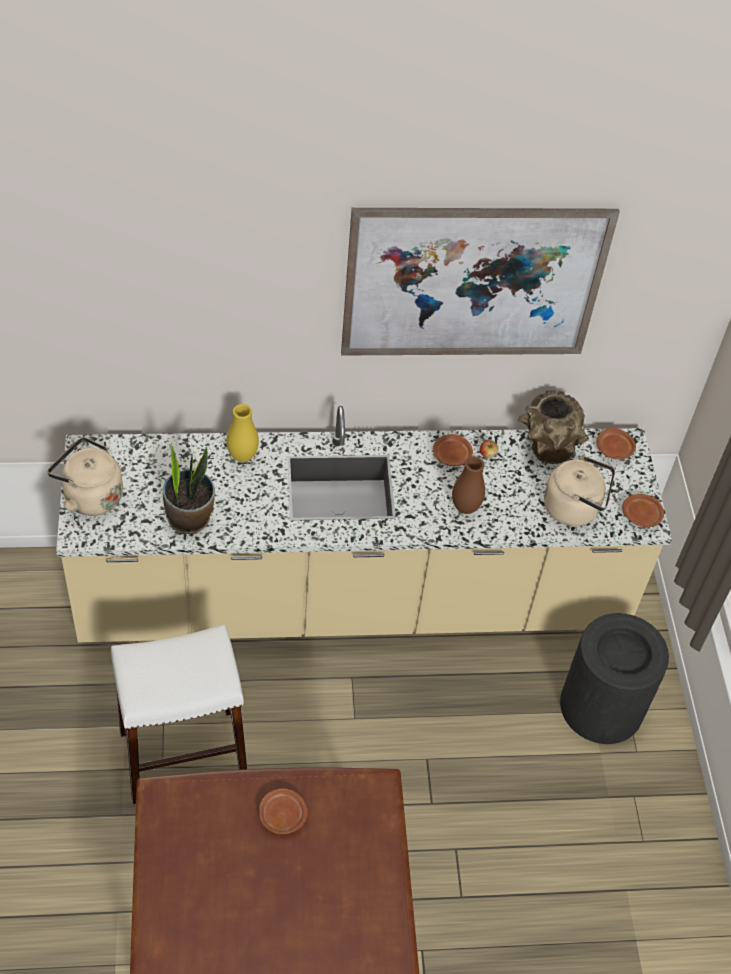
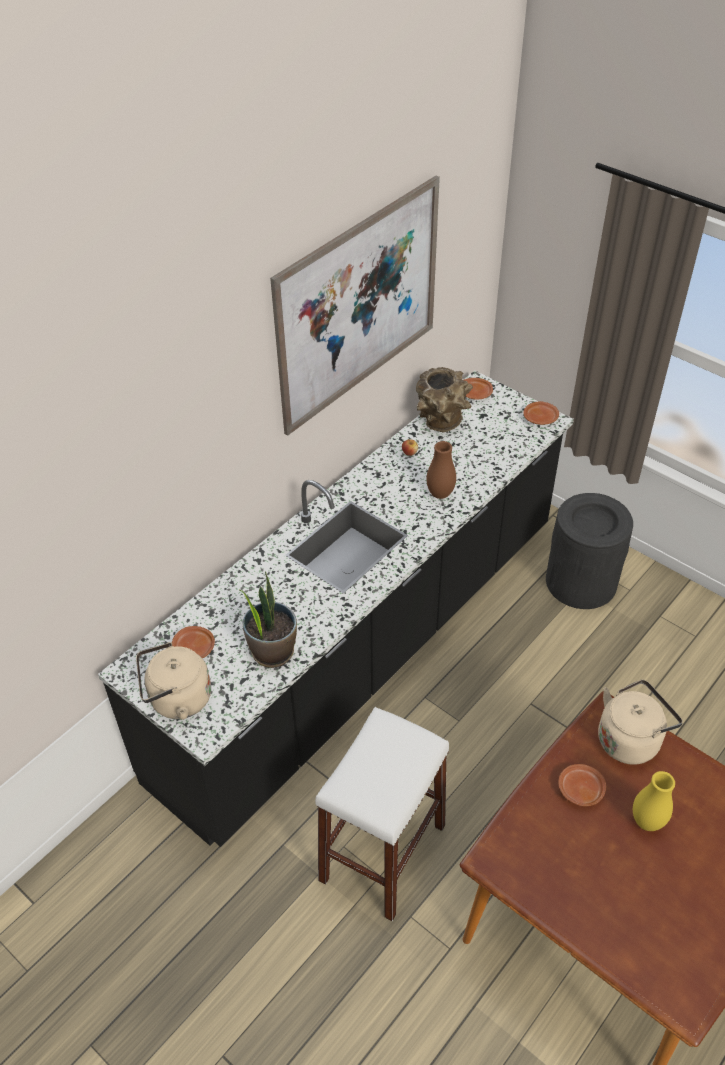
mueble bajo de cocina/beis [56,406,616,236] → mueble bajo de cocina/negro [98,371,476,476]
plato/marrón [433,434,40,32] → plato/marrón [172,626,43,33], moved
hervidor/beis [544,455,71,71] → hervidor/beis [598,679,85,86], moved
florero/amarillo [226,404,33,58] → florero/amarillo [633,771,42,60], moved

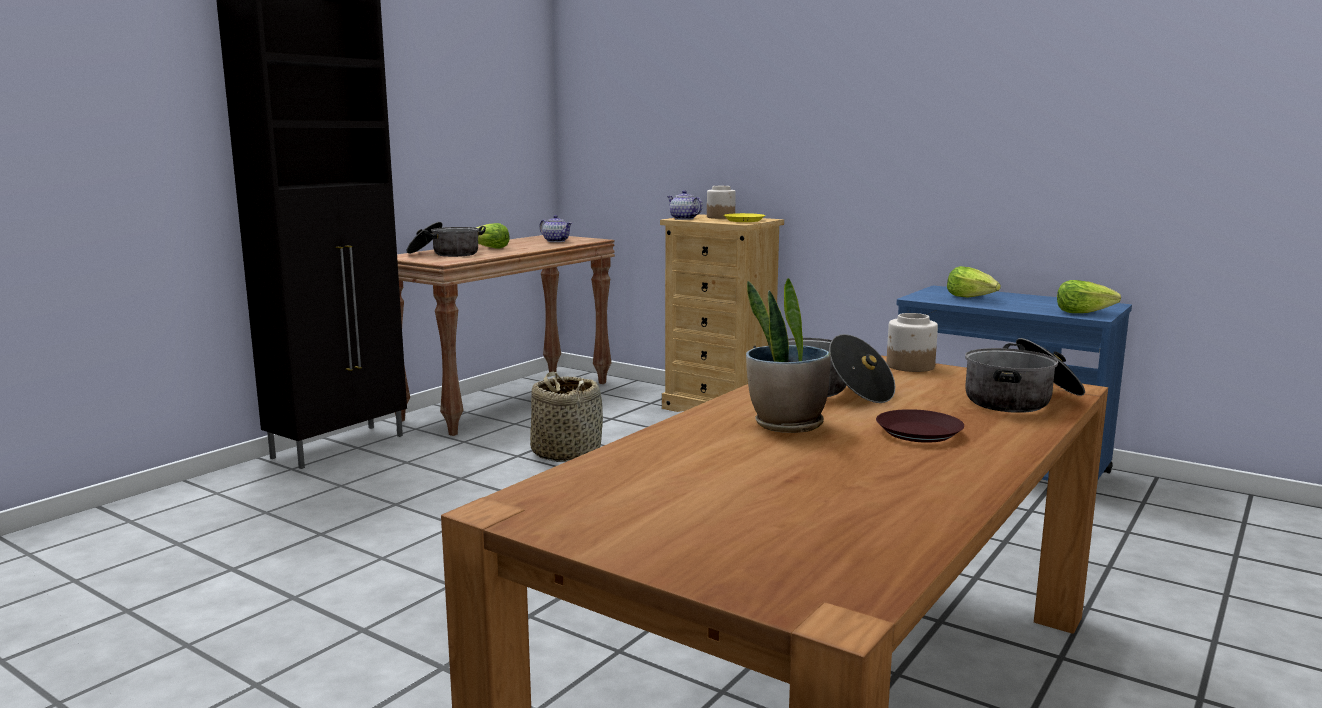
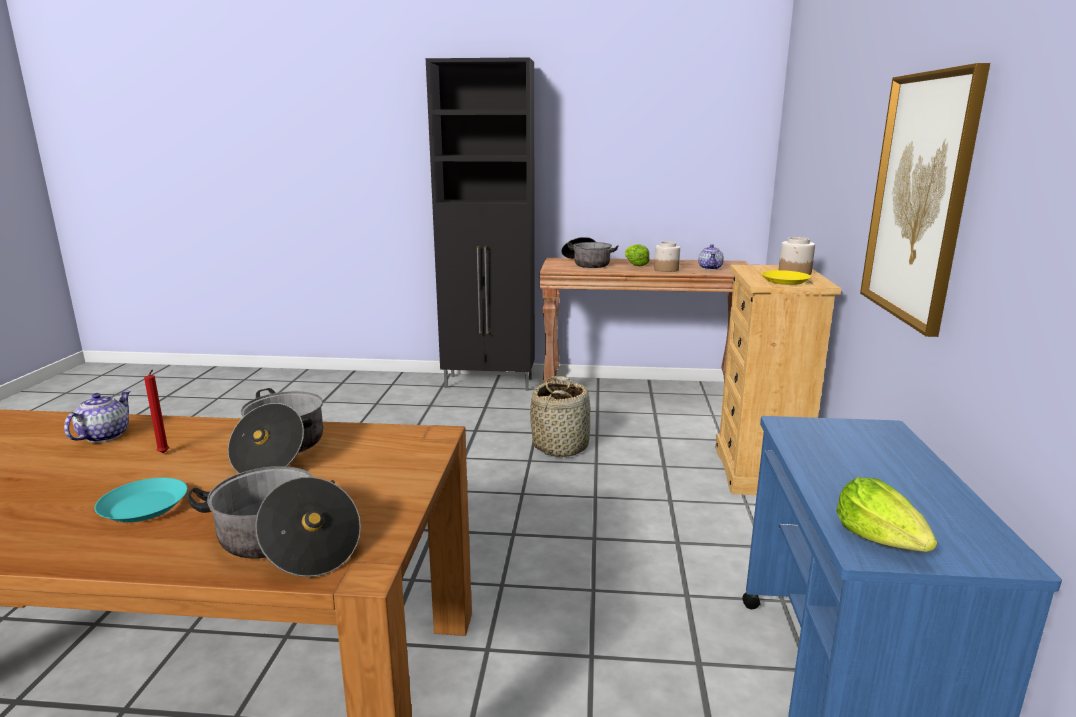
tetera [667,190,36,30] → tetera [64,391,67,52], moved
plato/marrón [876,409,88,34] → plato/turquesa [95,478,92,45]
planta en maceta [746,278,85,155] → vela/rojo [144,369,25,84]
tarro [886,313,52,59] → tarro [654,241,26,31], moved
- → cuadro [860,63,130,274]
lechuga [947,266,54,32] → -

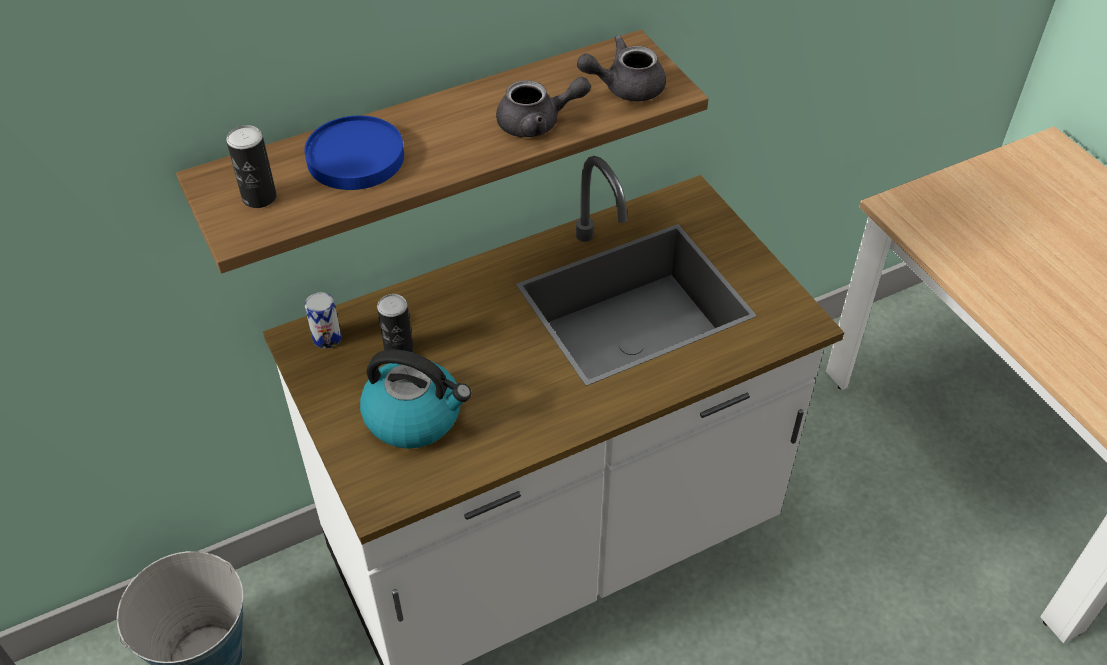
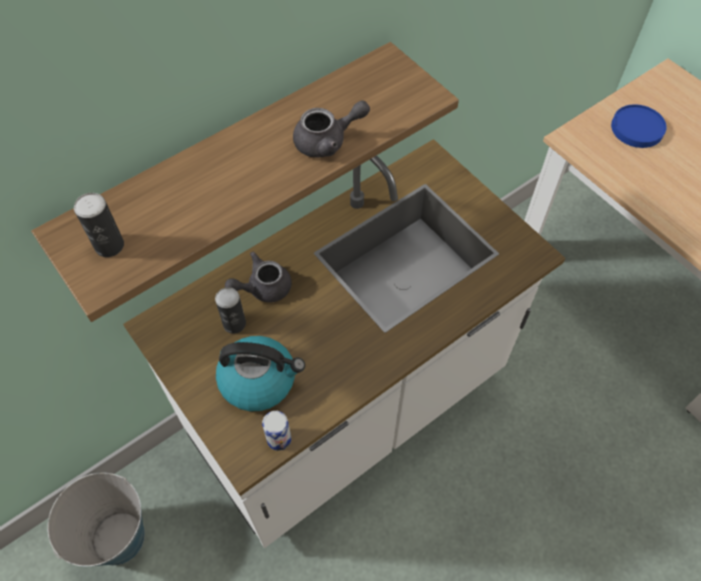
tetera/gris [577,35,89,67] → tetera/gris [225,252,67,50], moved
lata [305,292,36,57] → lata [262,411,29,40], moved
plato/azul [304,115,100,75] → plato/azul [611,104,56,44], moved

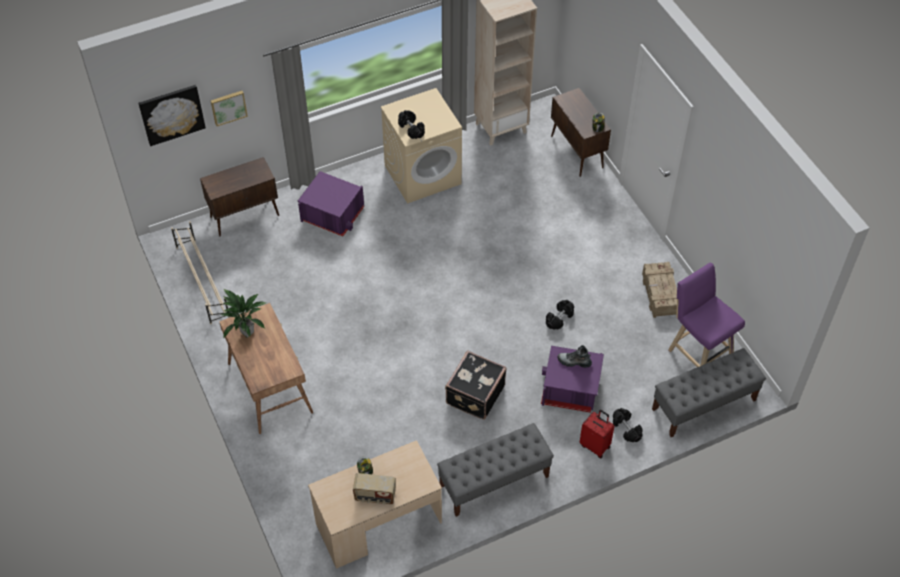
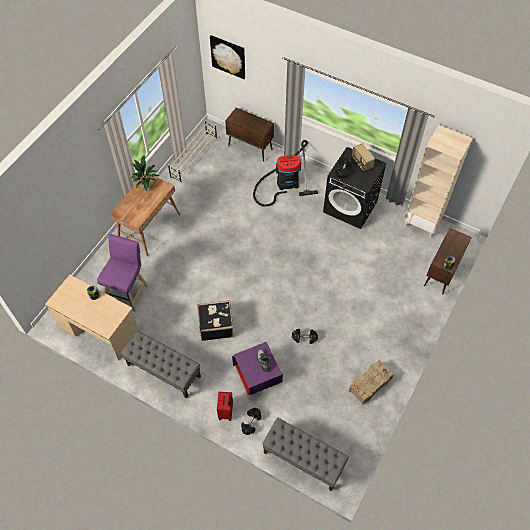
taburete/morado [668,263,77,104] → taburete/morado [97,234,51,78], moved
caja de almacenaje/morado [298,171,66,66] → aspiradora [253,140,65,67]
lavadora/beis [381,88,81,116] → lavadora/negro [323,147,64,82]
radio [353,473,43,32] → radio [352,143,23,28], moved
cuadro [211,91,37,35] → -

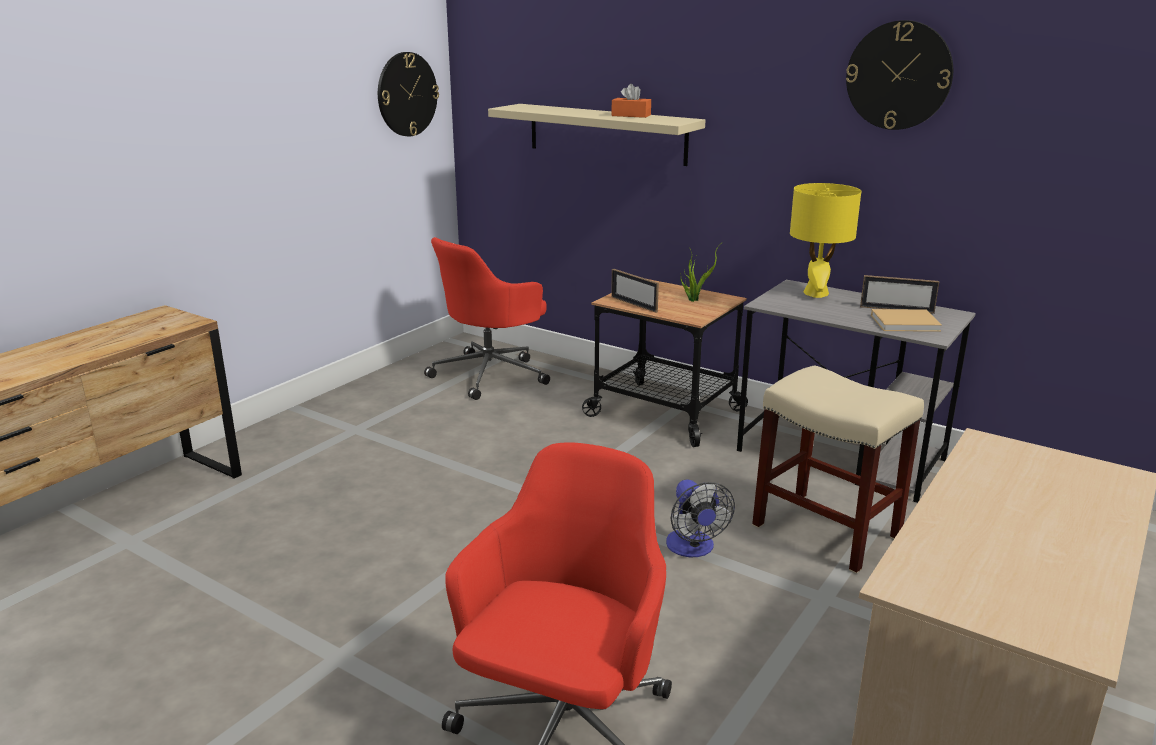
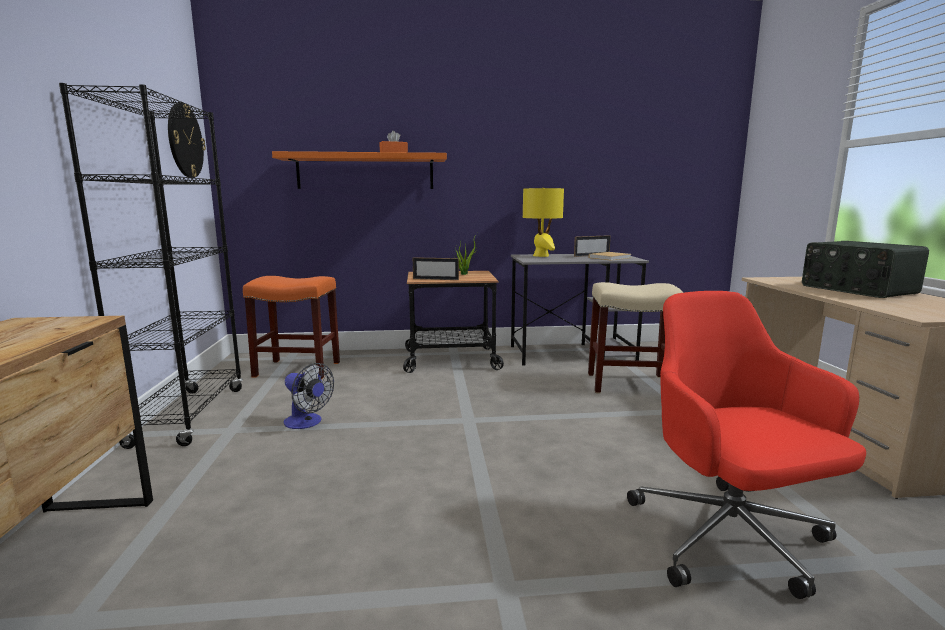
- → estantería/negro [59,83,184,366]
silla de oficina/rojo [424,237,126,163] → taburete/naranja [243,276,97,103]
estante/beis [488,104,217,62] → estante/naranja [272,151,175,38]
ventilador [666,480,69,77] → ventilador [284,363,50,66], moved
- → radio [802,241,127,57]
reloj de pared [846,20,107,110] → -

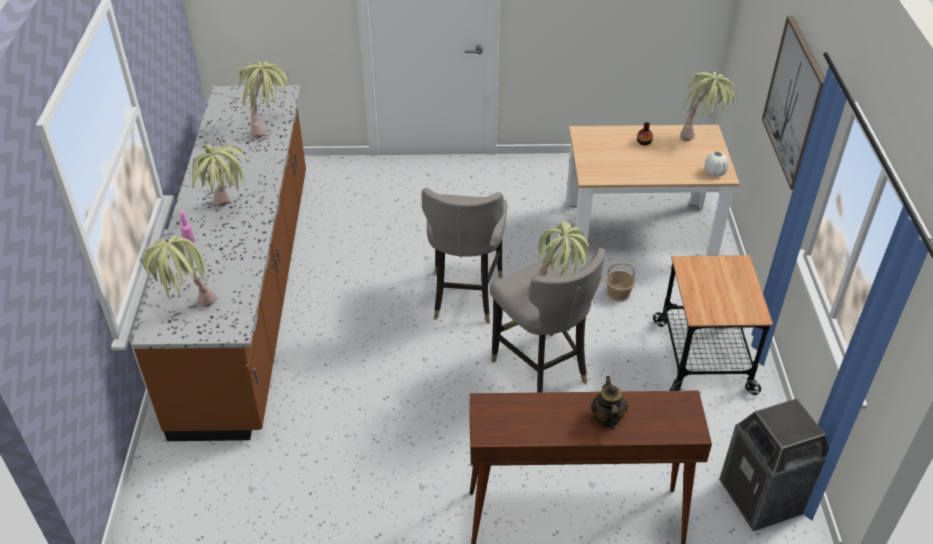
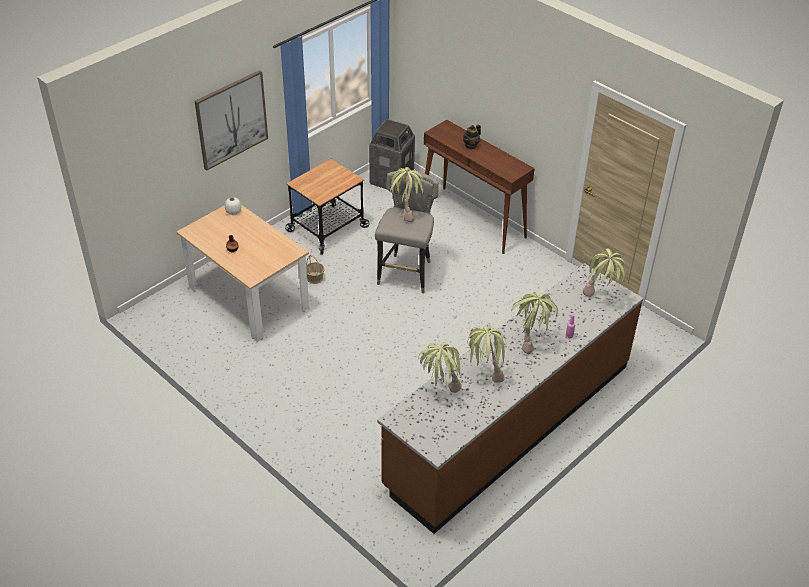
planta en maceta [680,72,57,69] → planta en maceta [467,325,40,58], moved
taburete/gris [422,188,85,136] → -

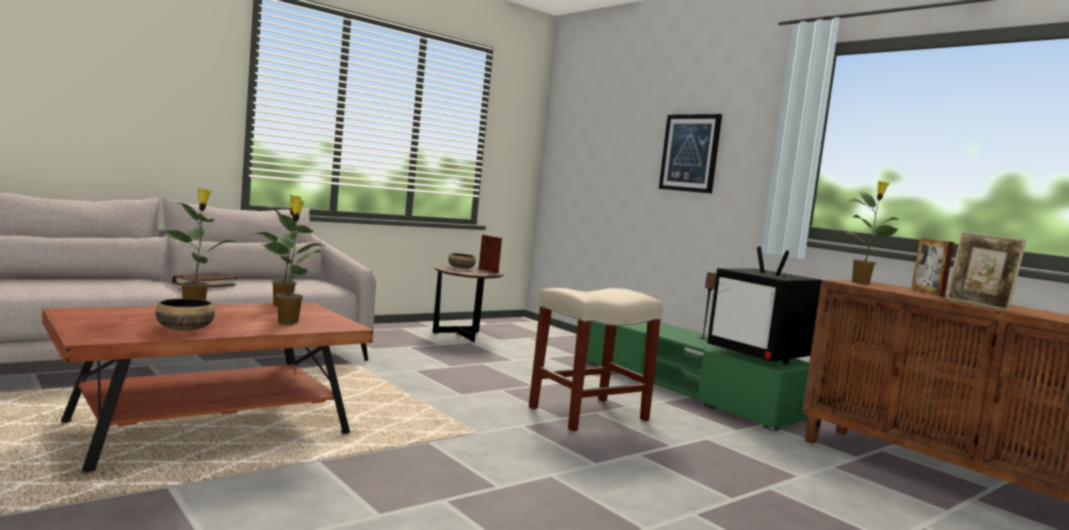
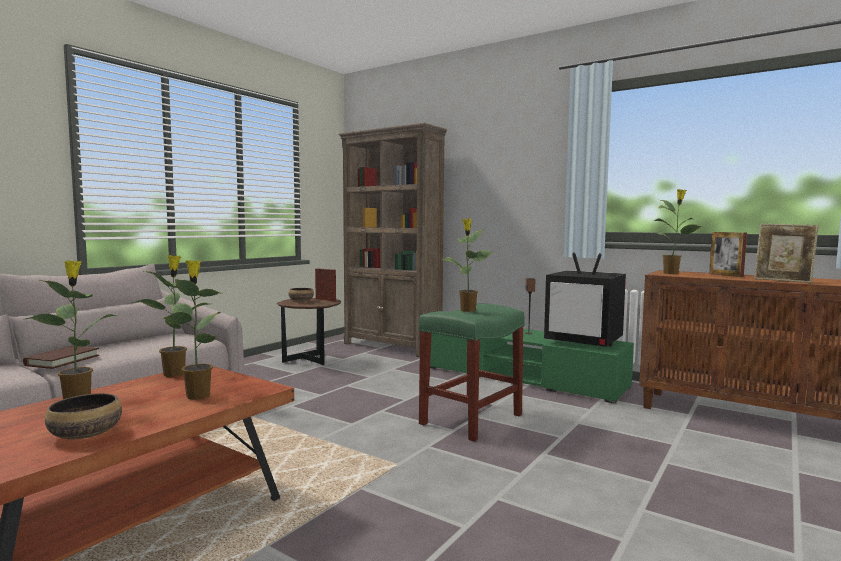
- → estantería/marrón [339,123,108,235]
taburete/beis [529,288,134,143] → taburete/verde [419,304,106,138]
- → planta en maceta [442,218,52,94]
cuadro [659,114,63,79] → -

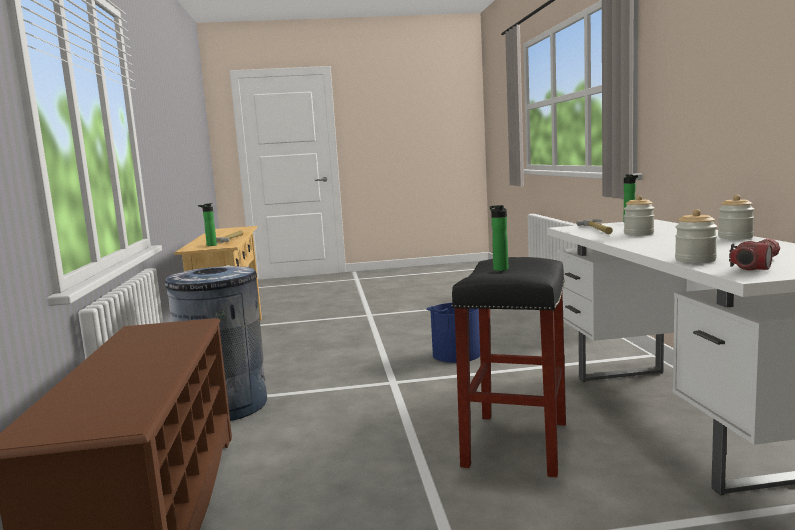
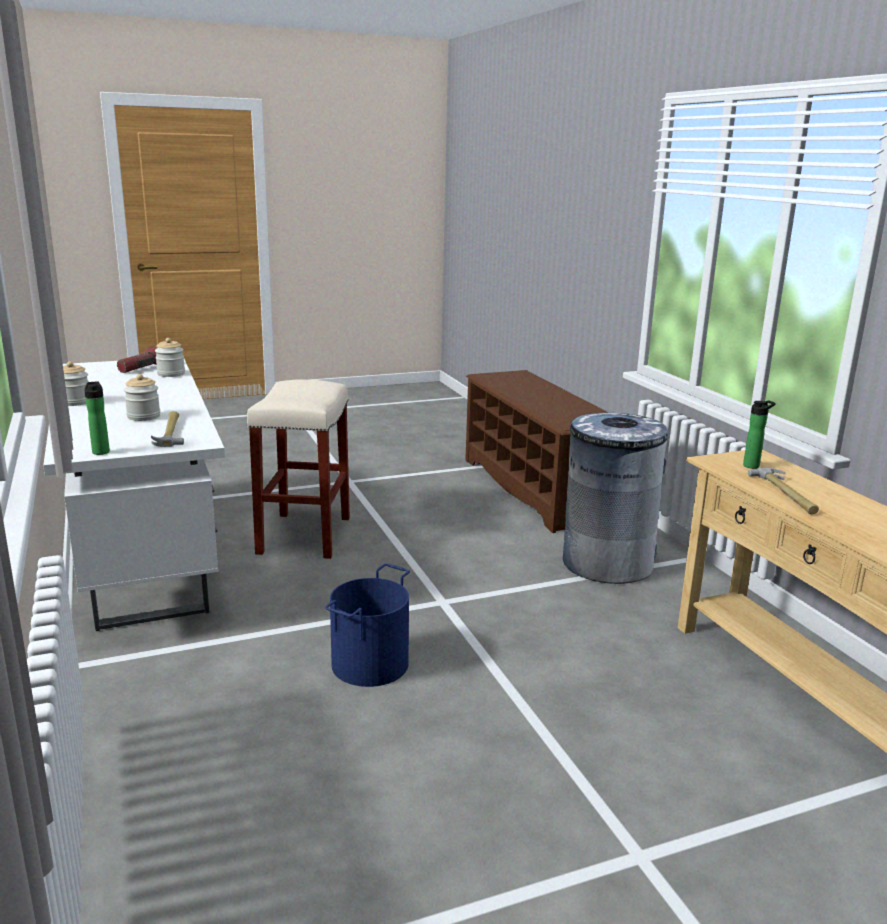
taburete/negro [451,257,115,220] → taburete/beis [247,380,103,179]
botella [490,205,19,66] → -

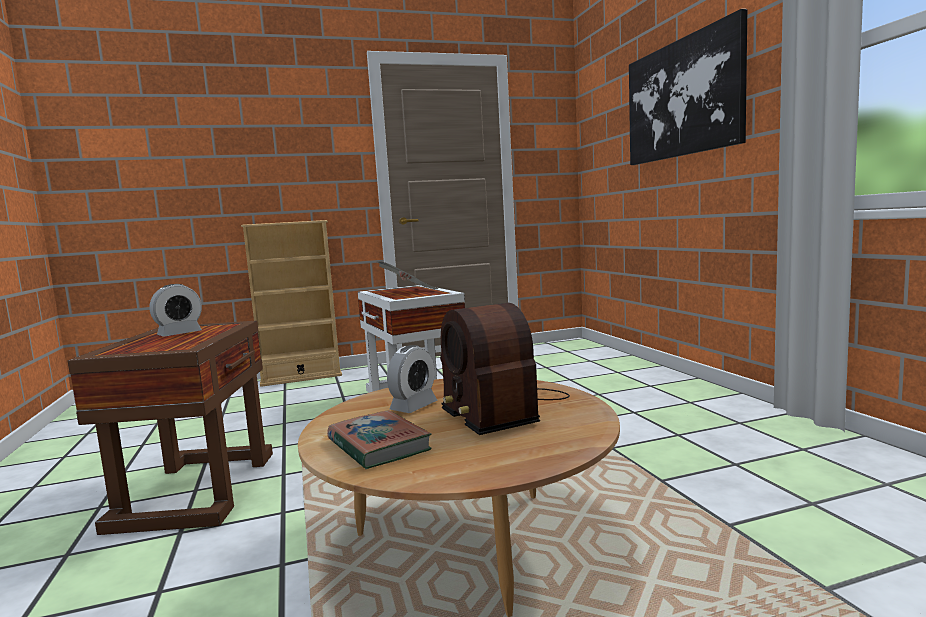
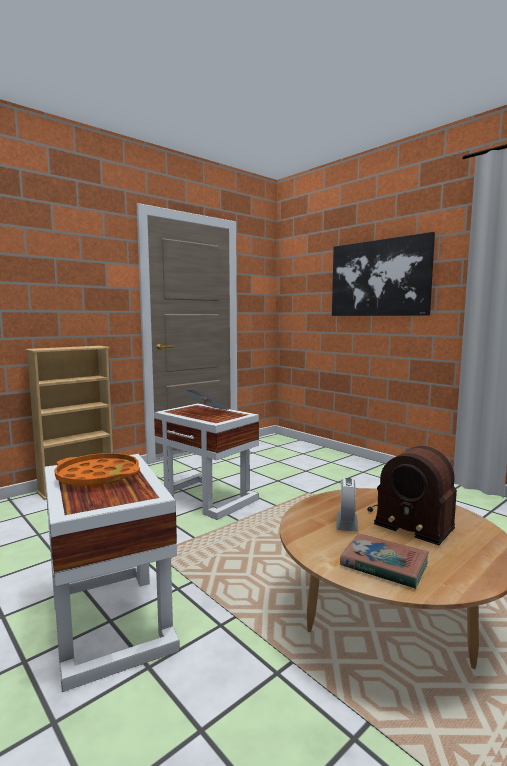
mesa auxiliar/marrón [68,320,205,215] → mesa auxiliar/blanco [44,454,136,238]
despertador [150,284,52,53] → bandeja/naranja [54,453,86,35]

